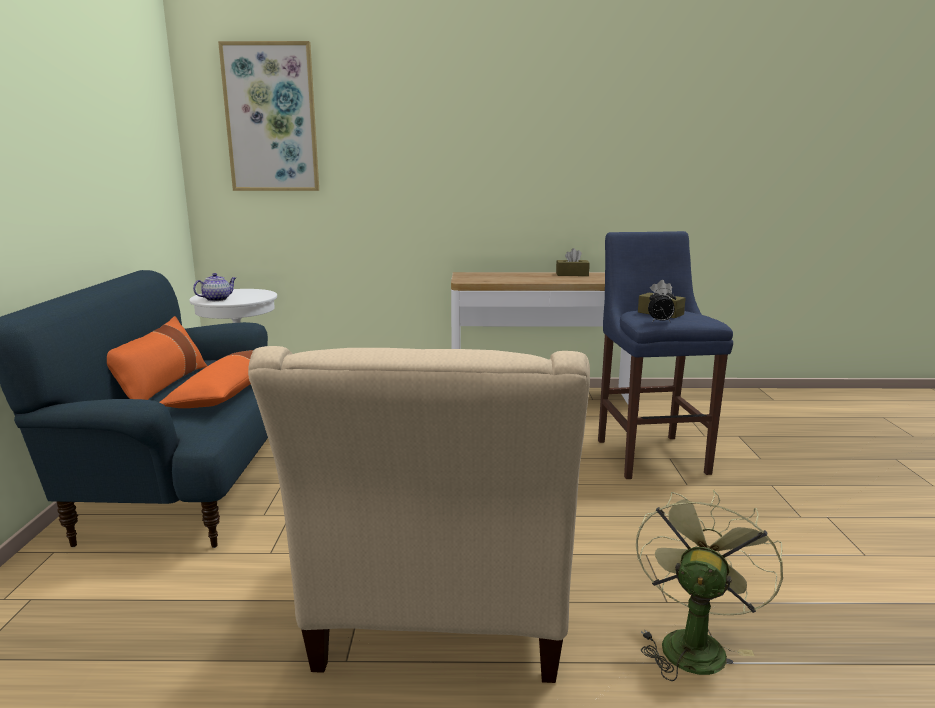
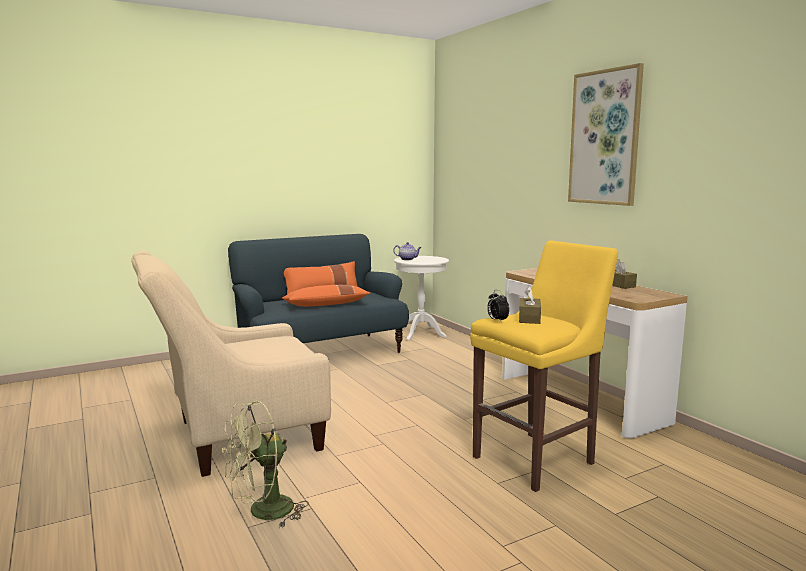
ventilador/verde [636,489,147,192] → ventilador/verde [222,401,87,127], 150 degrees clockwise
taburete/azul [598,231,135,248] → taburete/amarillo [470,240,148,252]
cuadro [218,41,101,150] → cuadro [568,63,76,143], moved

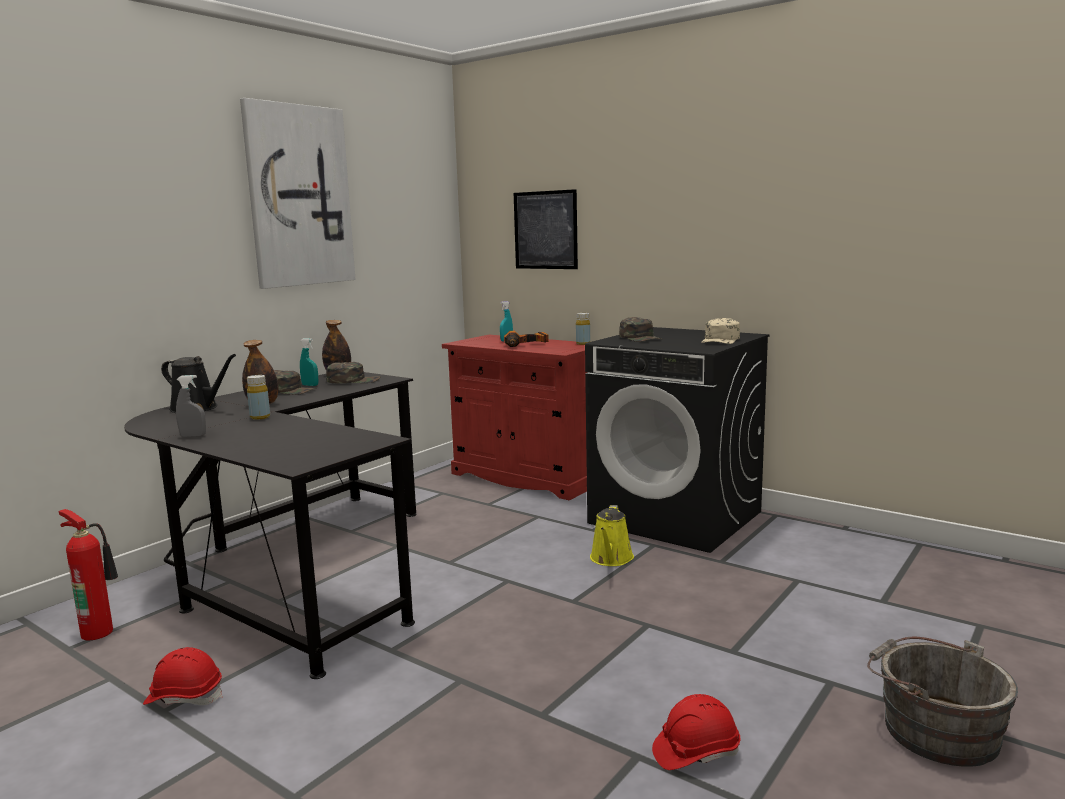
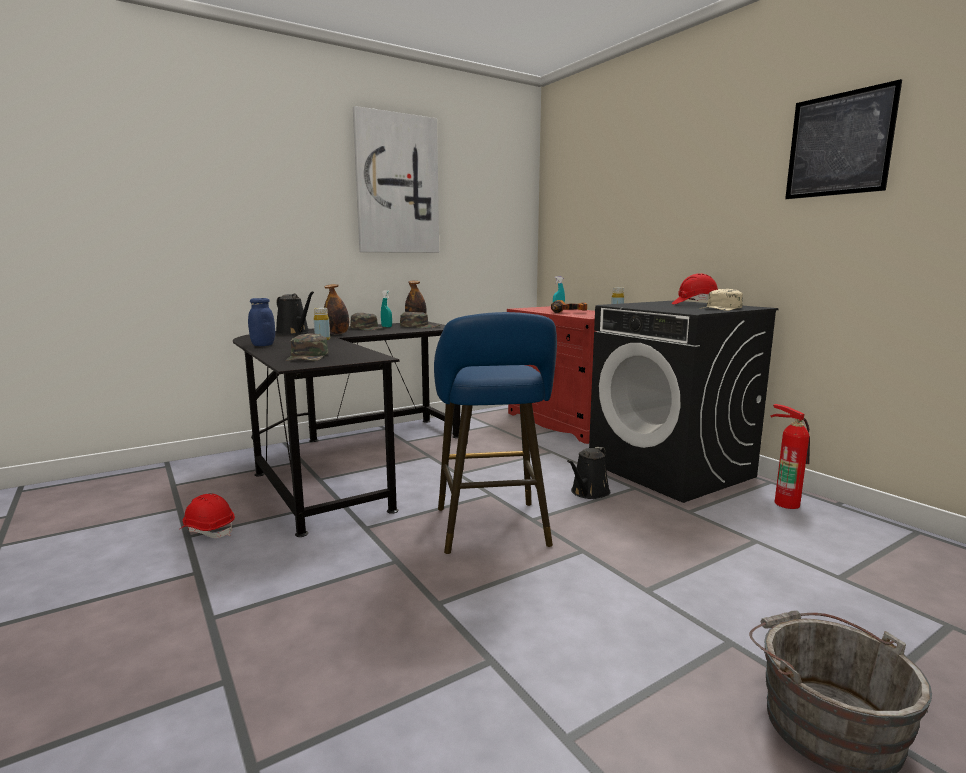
pulverizador/gris [176,375,30,62] → tarro/azul [248,298,27,48]
gorra/verde [619,317,42,25] → gorra/verde [286,334,42,27], moved
- → taburete/azul [434,312,123,242]
regadera/amarillo [590,505,44,61] → regadera/negro [567,447,43,52]
casco/rojo [652,694,88,76] → casco/rojo [671,273,47,31], moved
extintor [59,509,59,131] → extintor [771,404,39,105], moved
cuadro [514,189,64,80] → cuadro [785,79,117,120], moved

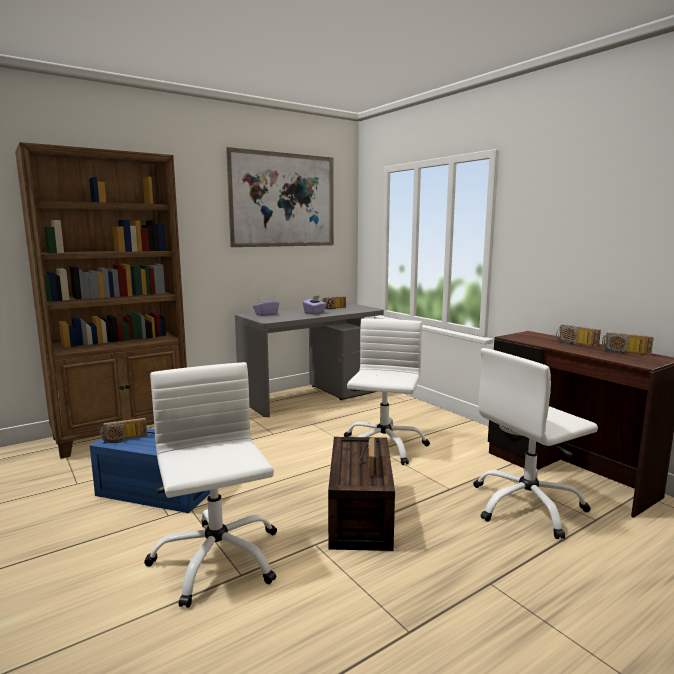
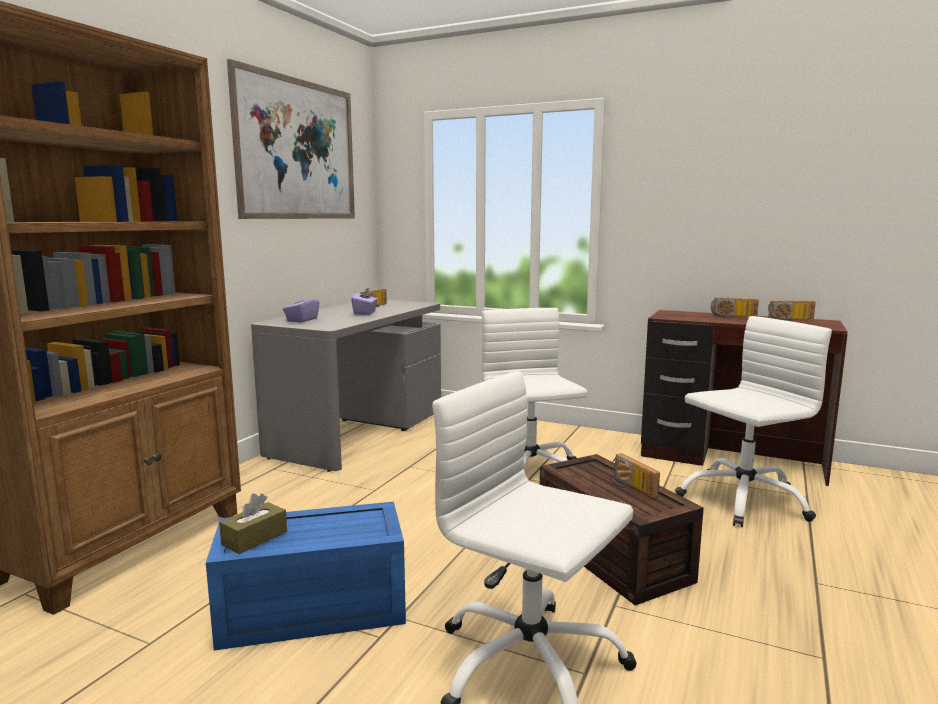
radio [100,418,47,25] → caja de pañuelos/marrón [219,494,68,60]
silla de oficina/blanco [473,348,125,191] → silla de oficina/blanco [675,316,157,211], 150 degrees counterclockwise

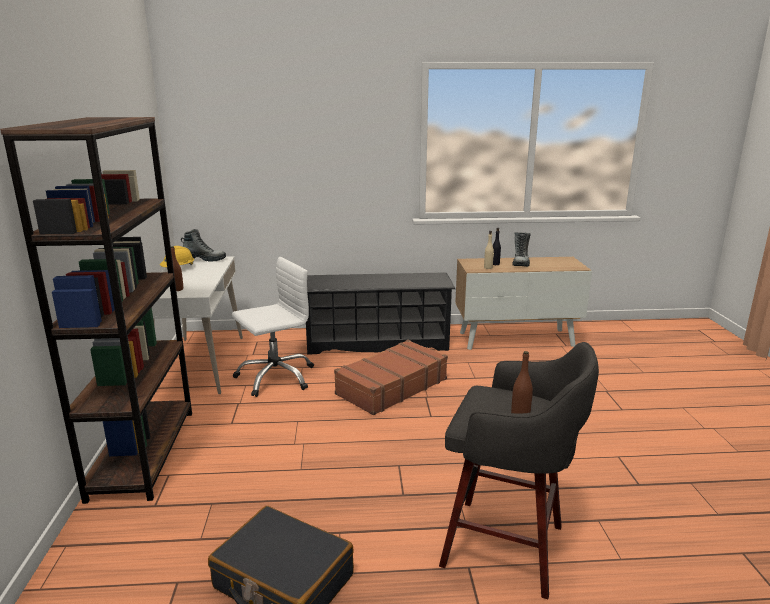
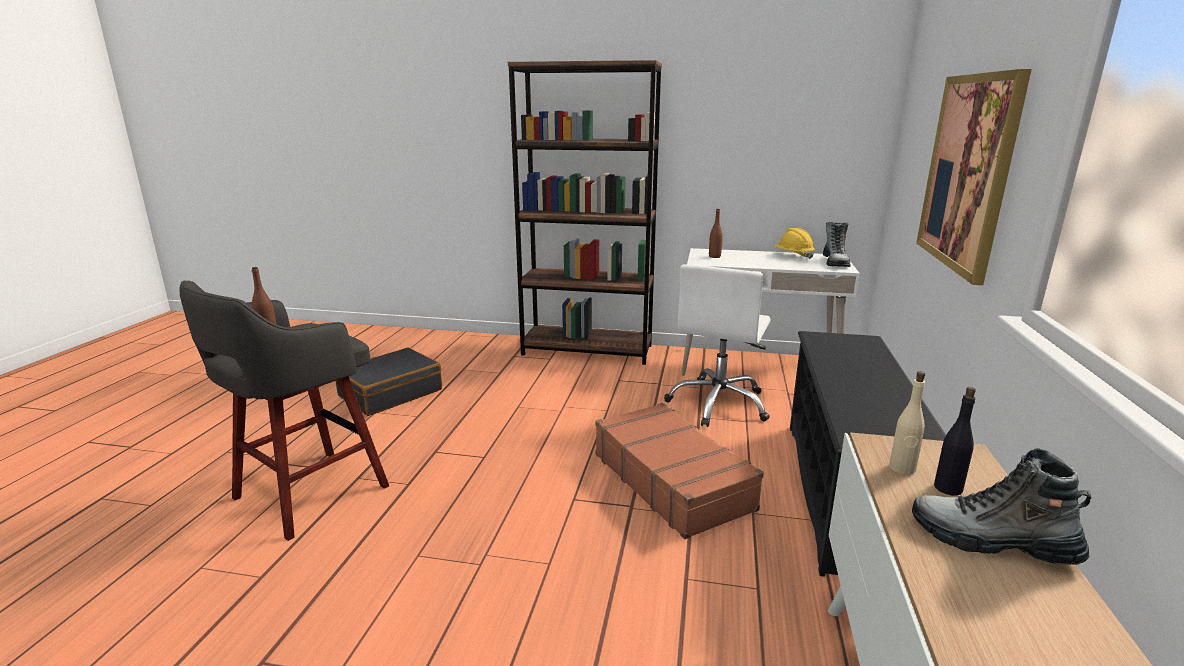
silla de oficina/blanco [232,257,82,140] → silla de oficina/blanco [664,265,107,162], 45 degrees clockwise
- → cuadro [916,69,116,216]

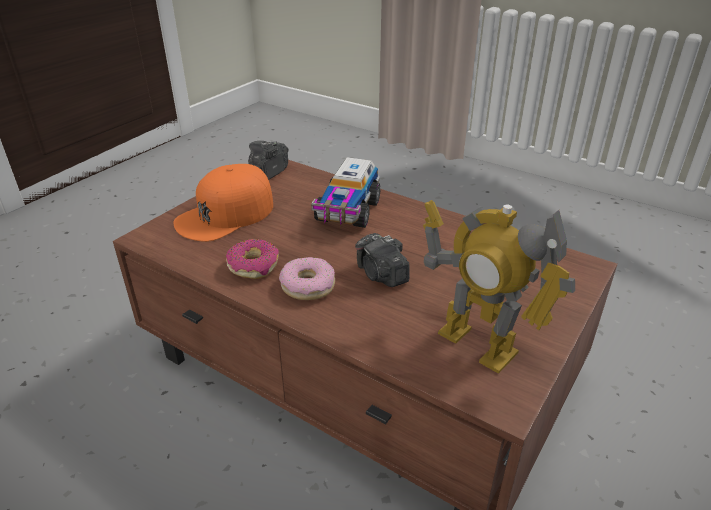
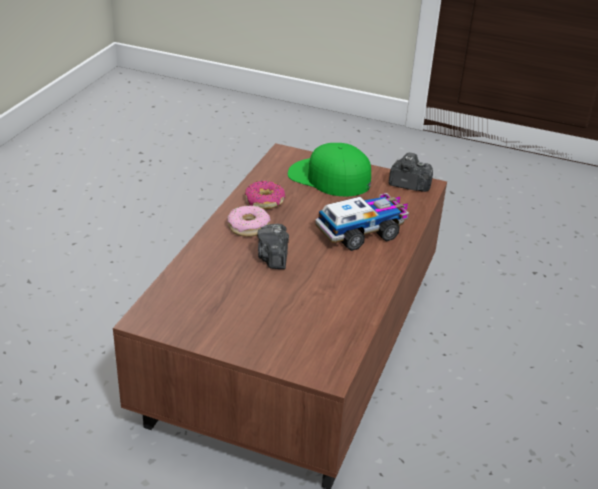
cámara [355,233,55,54] → cámara [257,224,32,45], 45 degrees counterclockwise
gorra/naranja [173,164,100,78] → gorra/verde [288,143,83,53]
camión de juguete [311,158,70,70] → camión de juguete [315,193,94,58], 150 degrees clockwise
robot de juguete [423,200,152,174] → -

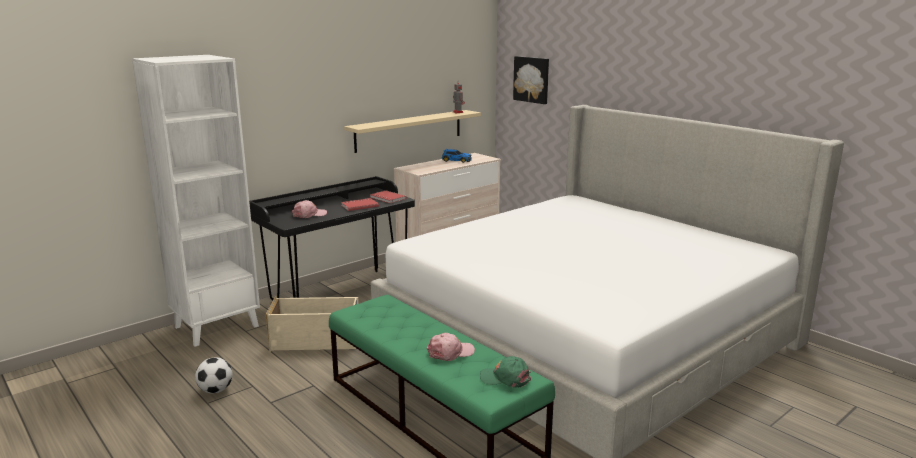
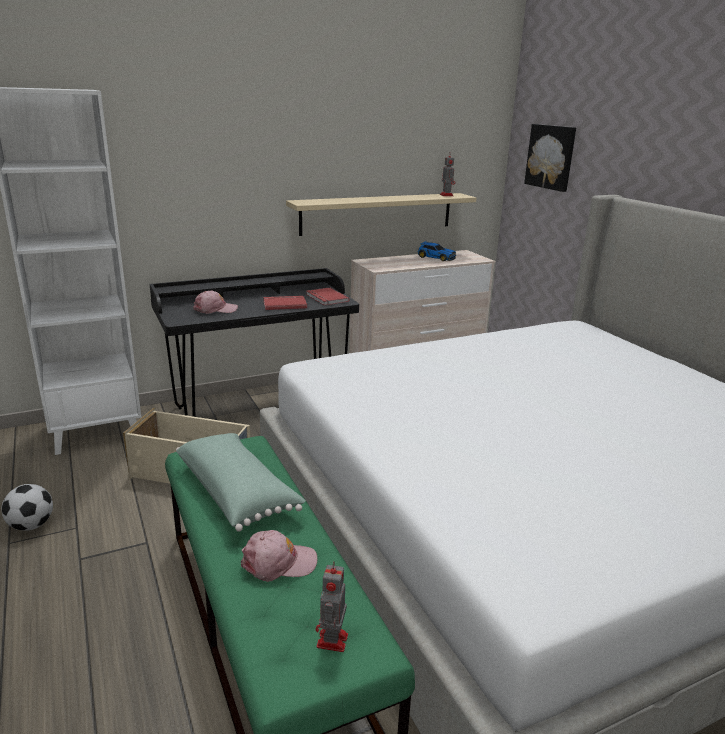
- → cojín/verde [176,433,130,99]
gorra/verde [480,356,51,32] → robot de juguete [316,561,32,91]

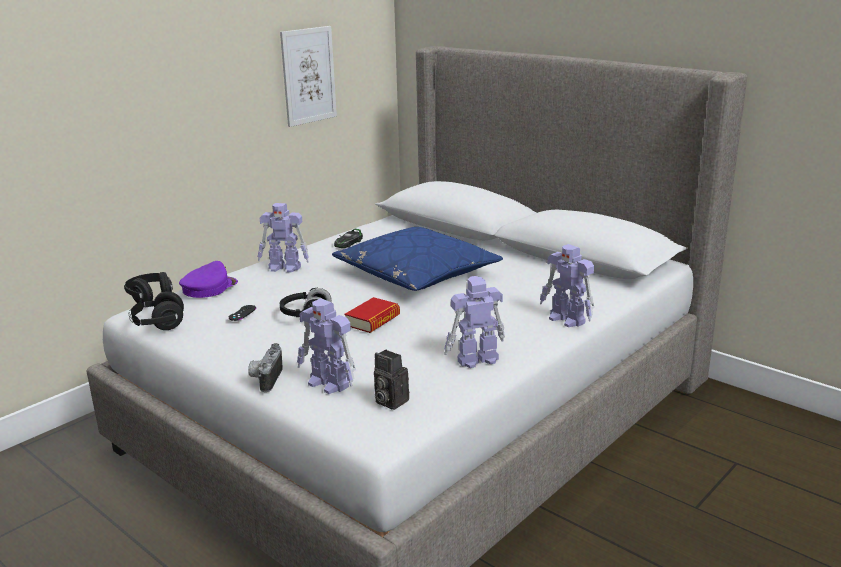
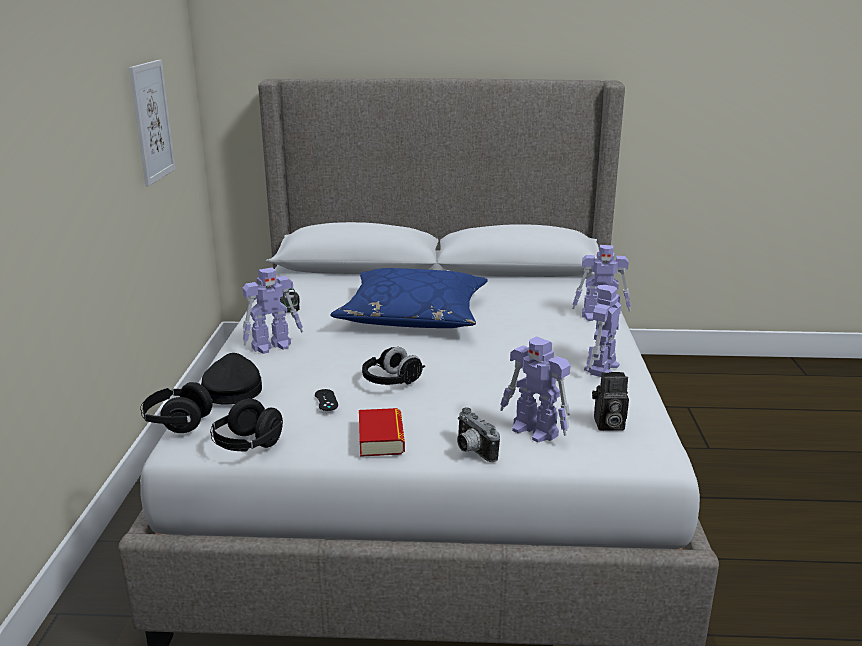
gorra/morado [179,261,59,37] → gorra/negro [201,353,61,51]
libro [344,297,56,36] → libro [359,408,46,49], moved
robot de juguete [297,298,59,96] → robot de juguete [500,336,71,106], 45 degrees clockwise

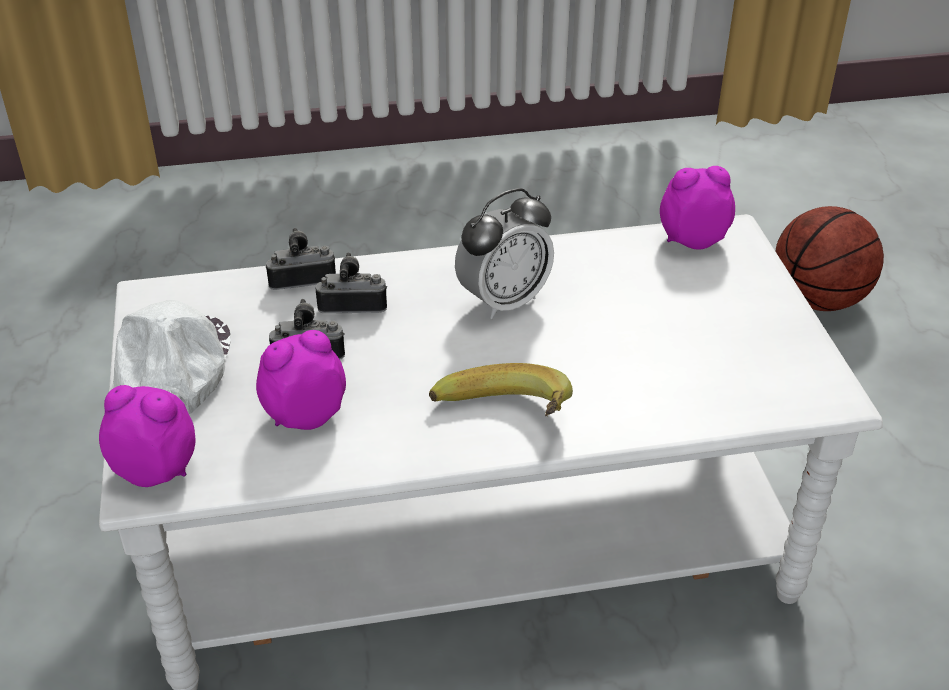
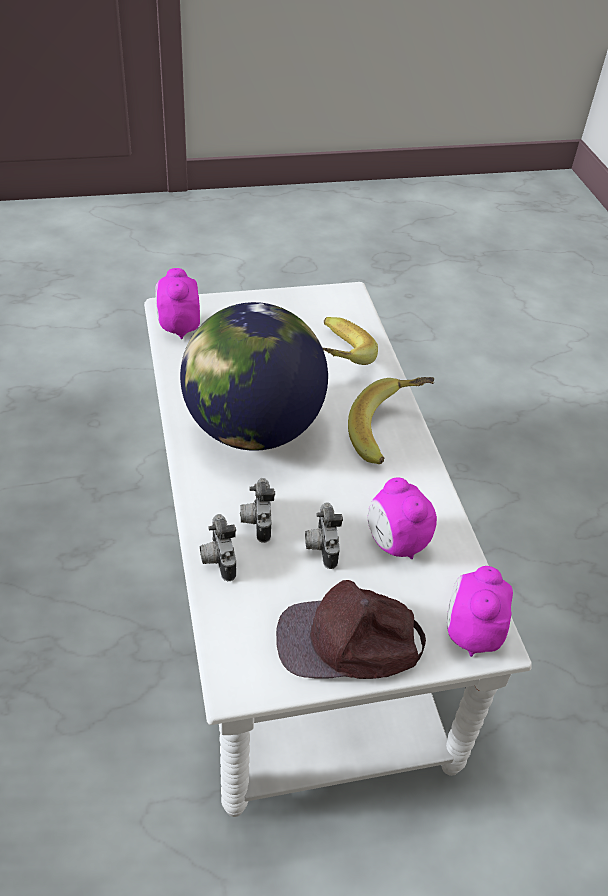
despertador [455,188,99,131] → globo terráqueo [180,302,148,149]
gorra/blanco [113,300,118,114] → gorra/marrón [276,580,150,99]
- → plátano [323,317,55,48]
balón de baloncesto [775,206,109,105] → -

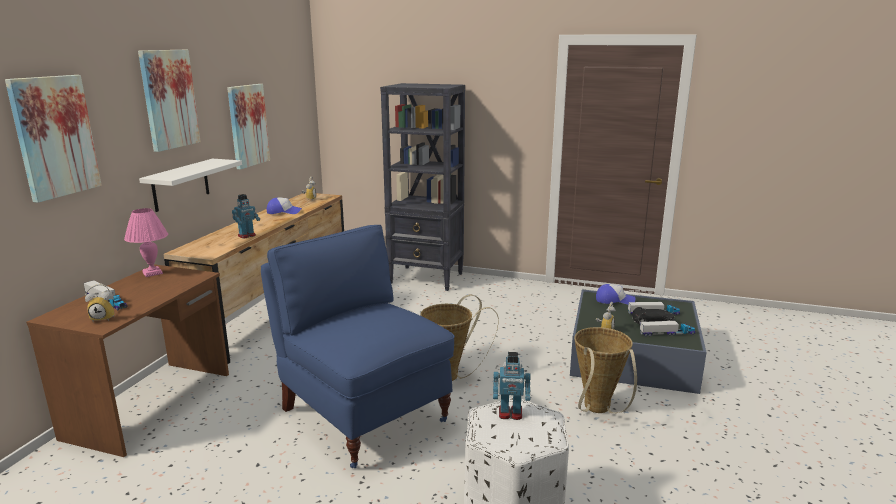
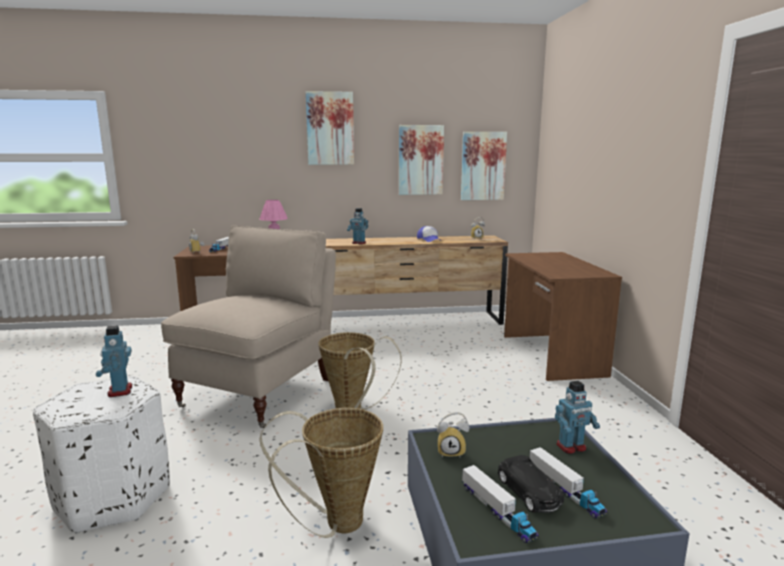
silla/azul [261,225,194,243] → silla/beis [161,226,175,202]
cuadro [5,75,97,128] → cuadro [461,132,46,68], moved
estantería/negro [380,83,85,208] → escritorio/marrón [504,252,118,129]
gorra [596,284,40,20] → robot de juguete [555,381,45,73]
estante/blanco [139,159,103,53] → -

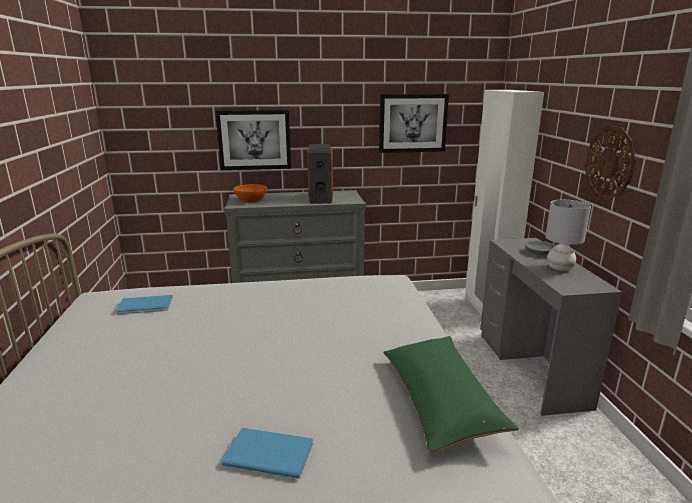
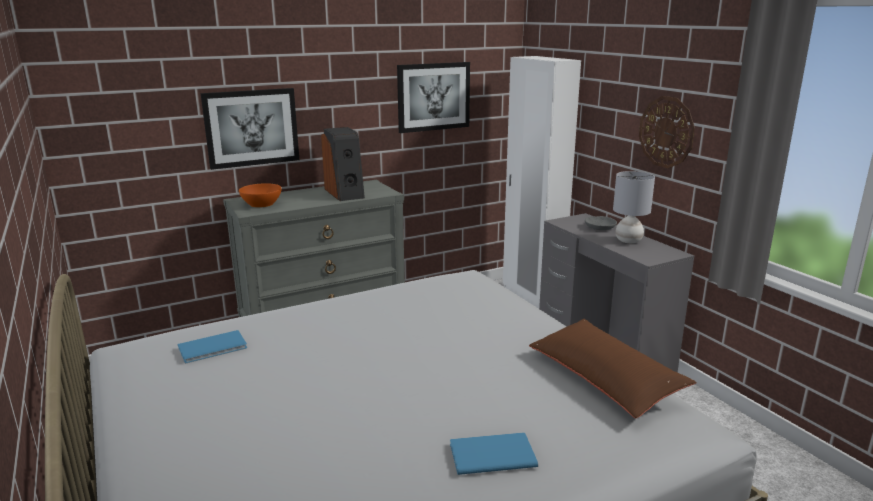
cojín/verde [384,336,135,117] → cojín/marrón [529,319,168,99]

